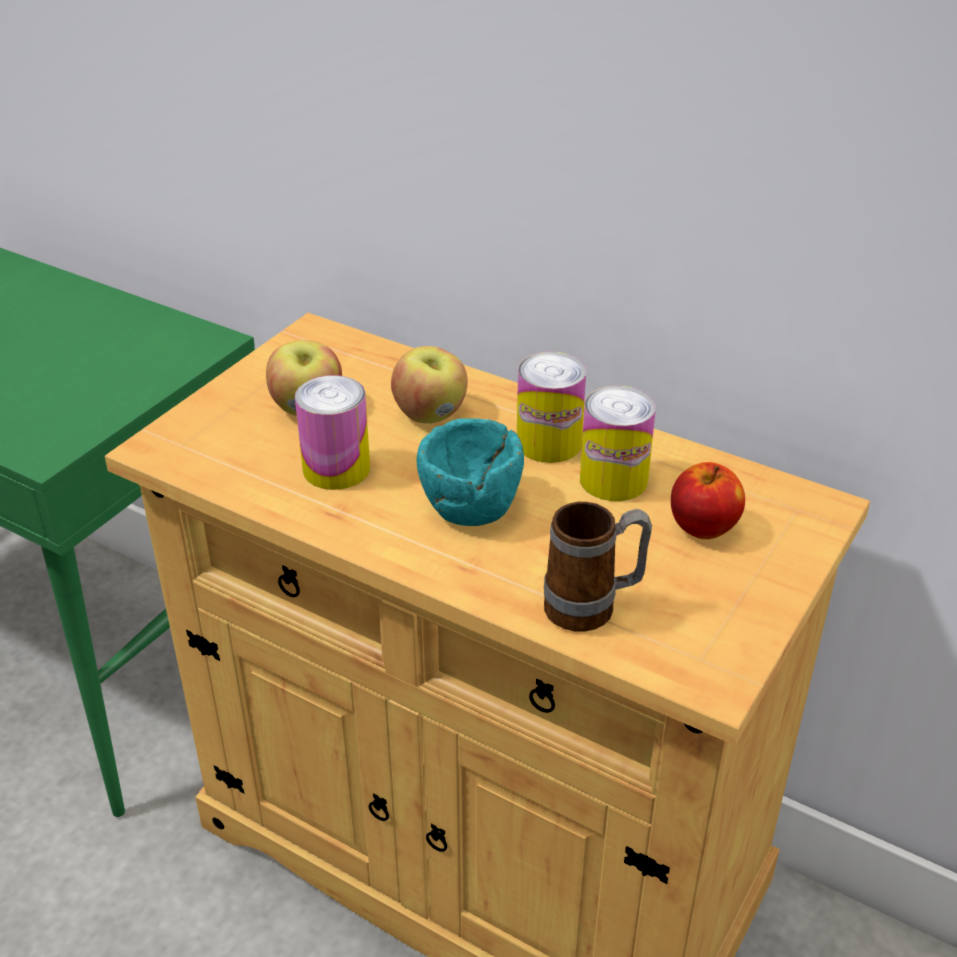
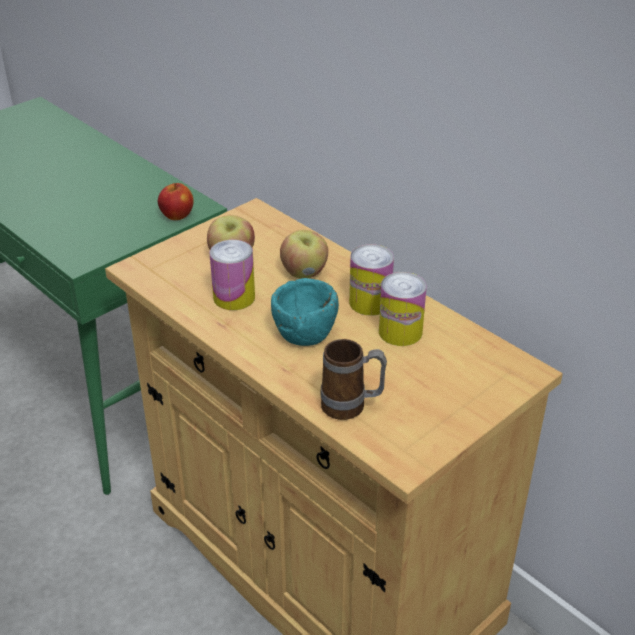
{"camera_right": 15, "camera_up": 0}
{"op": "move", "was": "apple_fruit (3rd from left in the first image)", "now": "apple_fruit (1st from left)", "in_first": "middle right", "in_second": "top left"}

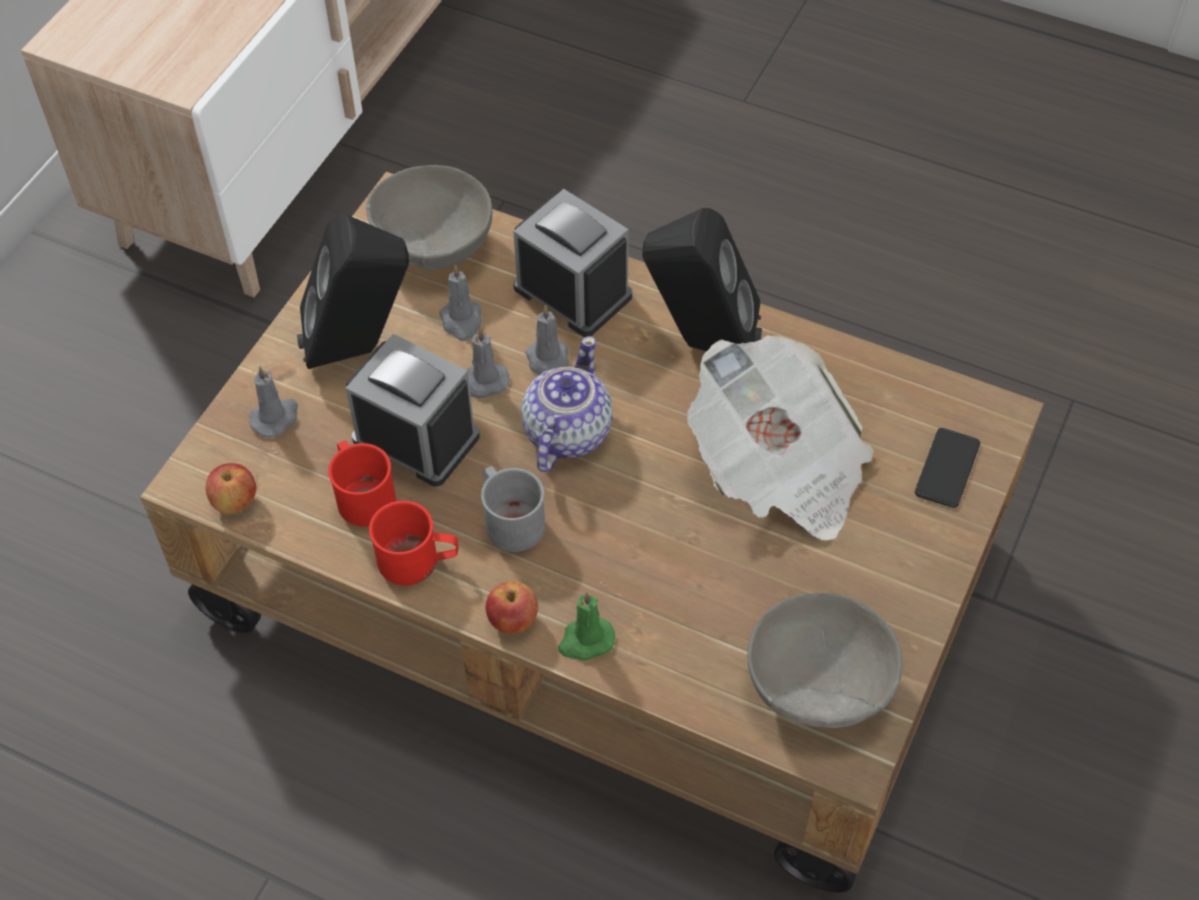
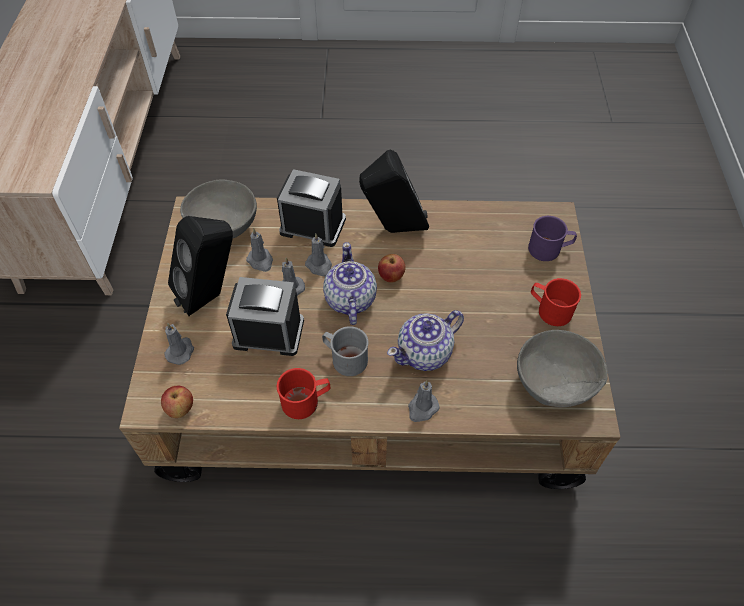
{"camera_right": -25, "camera_up": 0}
{"op": "move", "was": "apple_fruit (2nd from left)", "in_first": "bottom centre", "in_second": "centre"}
{"op": "insert", "now": "tea_pot (2nd from left)", "in_second": "centre"}
{"op": "recolor", "was": "green_wax_light", "now": "grey_wax_light (5th from left)", "in_first": "bottom centre", "in_second": "centre"}
{"op": "replace", "was": "handset", "now": "purple-coloured_coffee_mug", "in_first": "middle right", "in_second": "middle right"}
{"op": "move", "was": "red_coffee_mug (1st from left in the first image)", "now": "red_coffee_mug (2nd from left)", "in_first": "middle left", "in_second": "middle right"}
{"op": "delete", "was": "daily_paper", "in_first": "centre"}

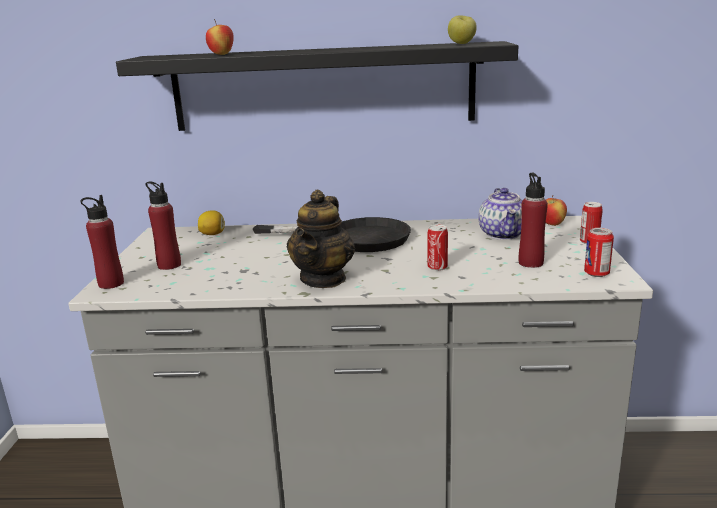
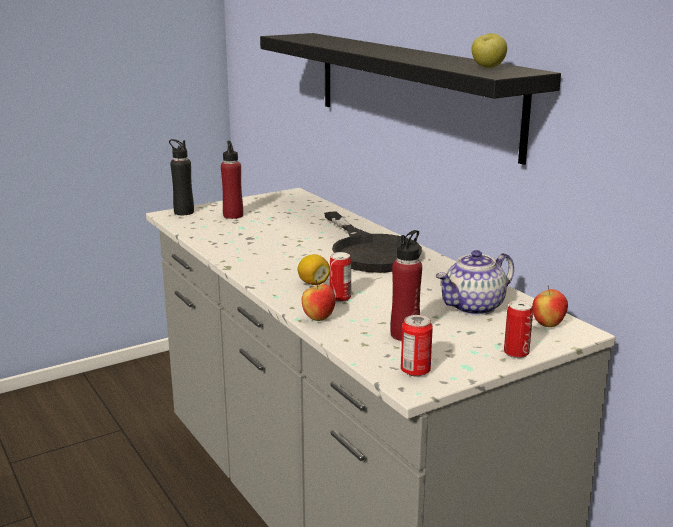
{"camera_right": 55, "camera_up": 0}
{"op": "recolor", "was": "red_drink_bottle (1st from left)", "now": "blackish_drink_bottle", "in_first": "middle left", "in_second": "middle left"}
{"op": "move", "was": "citrus_fruit", "in_first": "middle left", "in_second": "centre"}
{"op": "move", "was": "apple_fruit (1st from left)", "in_first": "top left", "in_second": "centre"}
{"op": "delete", "was": "tea_pot (1st from left)", "in_first": "centre"}

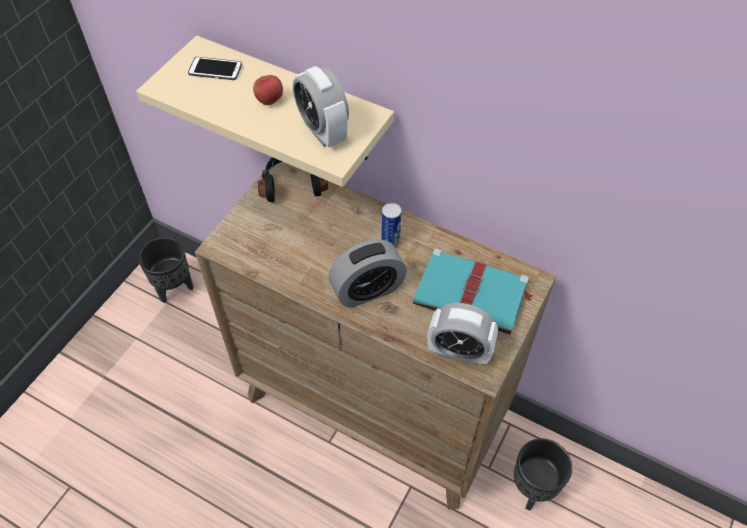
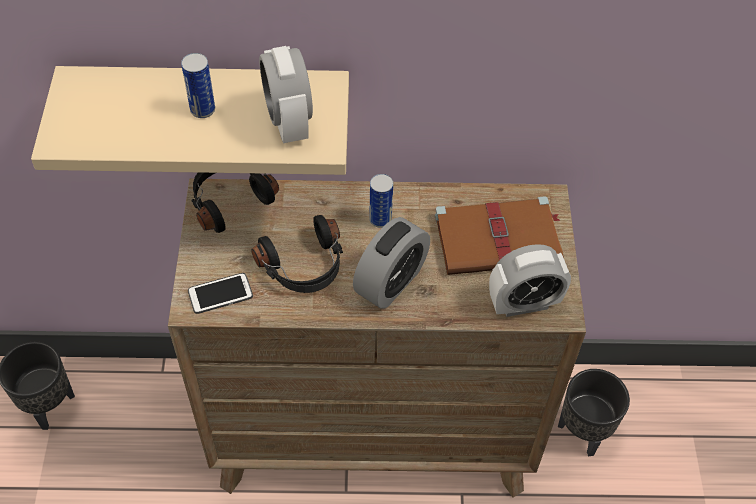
{"camera_right": -30, "camera_up": 0}
{"op": "replace", "was": "apple_fruit", "now": "sealed_can (1st from left)", "in_first": "top centre", "in_second": "top left"}
{"op": "move", "was": "handset", "in_first": "top left", "in_second": "middle left"}
{"op": "insert", "now": "blackish_pair_of_headphones (2nd from left)", "in_second": "centre"}
{"op": "rotate", "was": "table_clock (1st from left)", "in_first": "top centre", "in_second": "top centre", "clockwise": 45}
{"op": "recolor", "was": "turquoise_volume", "now": "brownish_volume", "in_first": "centre", "in_second": "centre"}

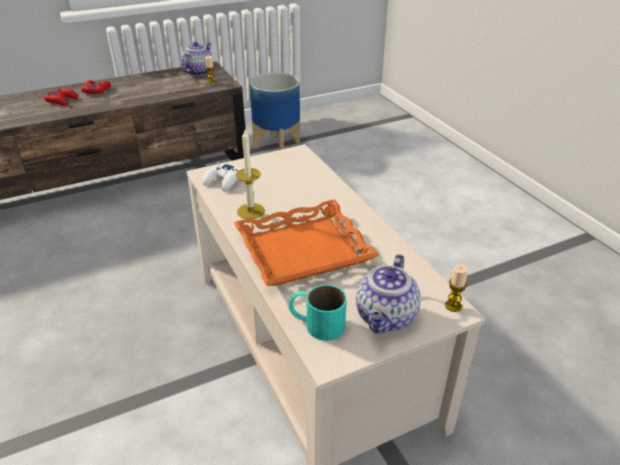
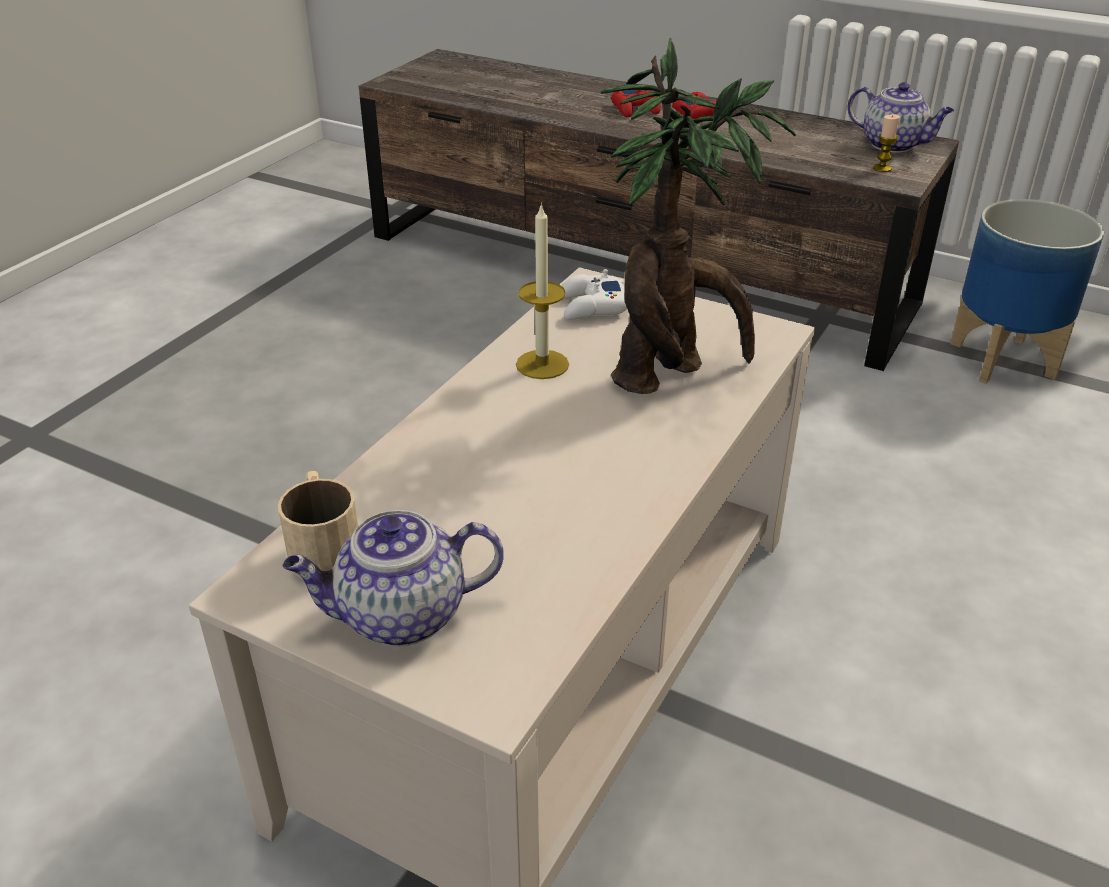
{"camera_right": 55, "camera_up": 0}
{"op": "recolor", "was": "turquoise_coffee_mug", "now": "beige-coloured_coffee_mug", "in_first": "bottom centre", "in_second": "middle left"}
{"op": "insert", "now": "houseplant", "in_second": "top centre"}
{"op": "rotate", "was": "tea_pot (1st from left in the first image)", "in_first": "top left", "in_second": "top right", "clockwise": 45}
{"op": "delete", "was": "orange-coloured_carrying_tray", "in_first": "centre"}
{"op": "delete", "was": "wax_light (3rd from left)", "in_first": "middle right"}

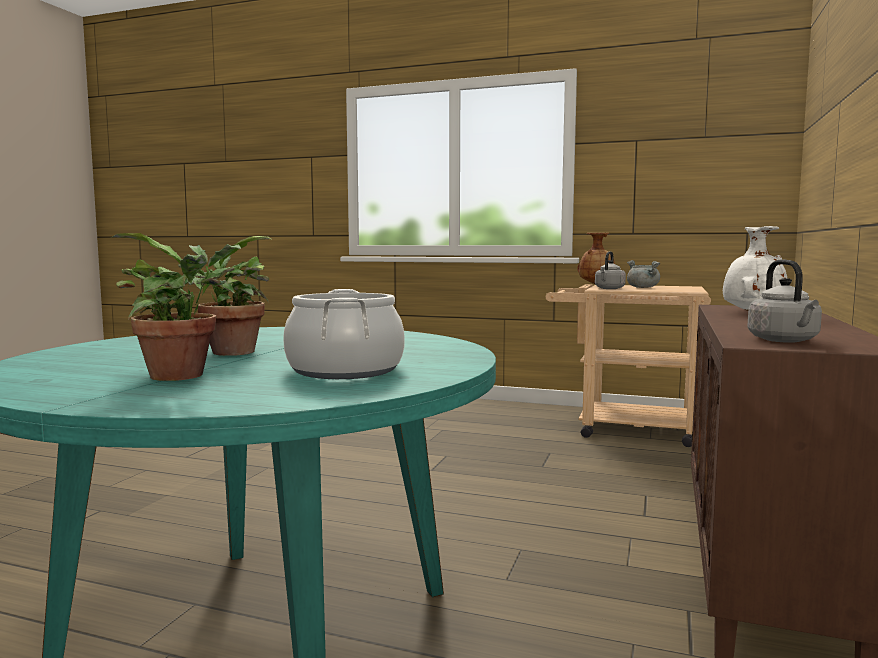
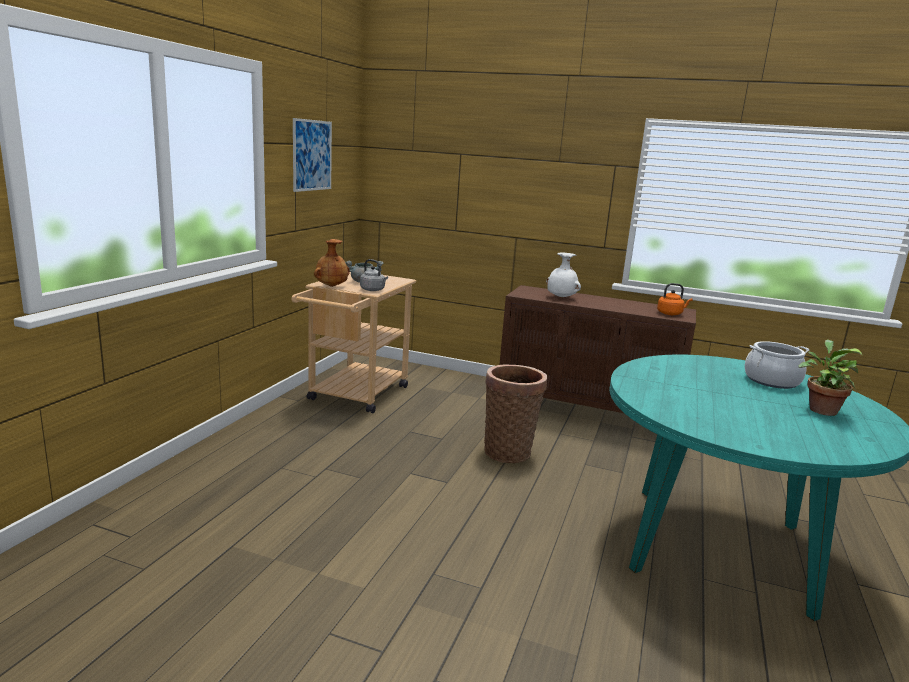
{"camera_right": -90, "camera_up": 10}
{"op": "insert", "now": "wall_art", "in_second": "top centre"}
{"op": "insert", "now": "household_basket", "in_second": "centre"}
{"op": "recolor", "was": "grey_kettle (2nd from left)", "now": "orange-coloured_kettle", "in_first": "middle right", "in_second": "middle right"}
{"op": "delete", "was": "houseplant (2nd from left)", "in_first": "middle left"}

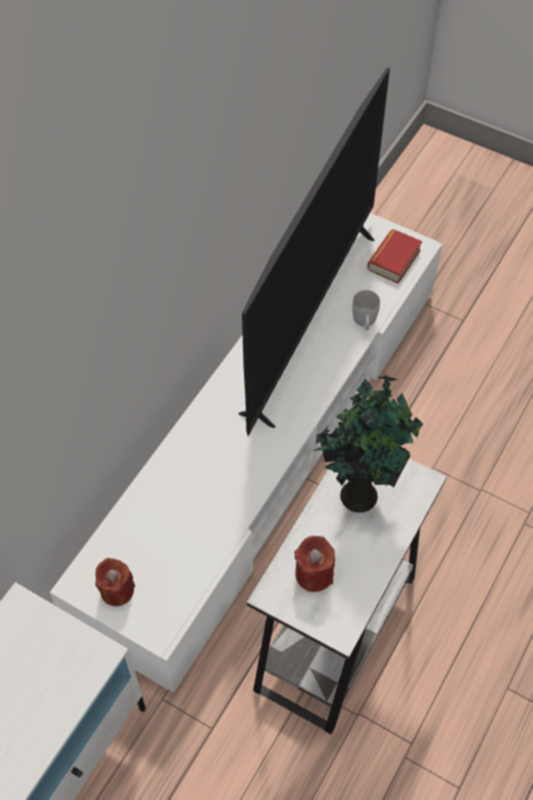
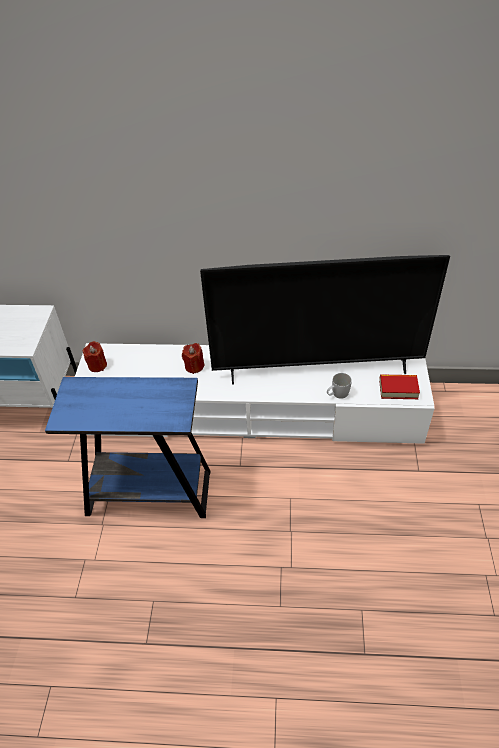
{"camera_right": 65, "camera_up": -10}
{"op": "recolor", "was": "whitish_side_table", "now": "blue_side_table", "in_first": "bottom centre", "in_second": "middle left"}
{"op": "move", "was": "red_wax_light (2nd from left)", "in_first": "bottom centre", "in_second": "centre"}
{"op": "delete", "was": "houseplant", "in_first": "middle right"}

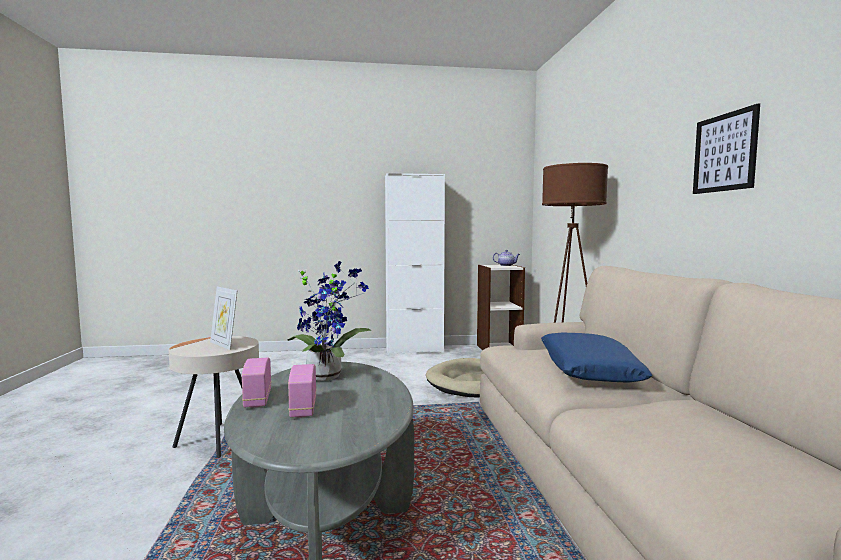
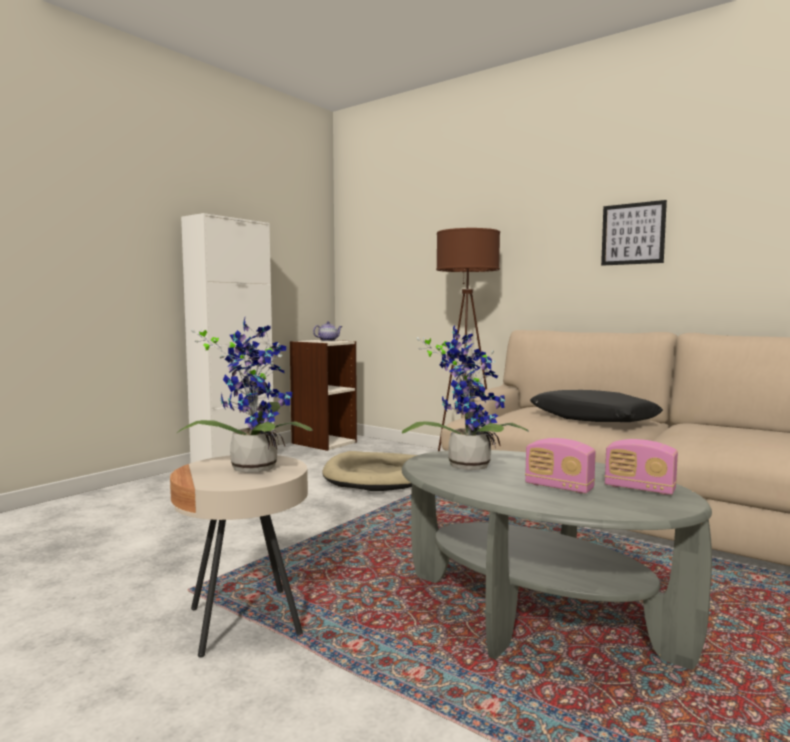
{"camera_right": -45, "camera_up": 0}
{"op": "replace", "was": "photo_frame", "now": "houseplant (1st from left)", "in_first": "middle left", "in_second": "middle left"}
{"op": "recolor", "was": "blue_throw_pillow", "now": "blackish_throw_pillow", "in_first": "middle right", "in_second": "middle right"}
{"op": "move", "was": "radio_set (1st from left in the first image)", "now": "radio_set (2nd from left)", "in_first": "bottom left", "in_second": "middle right"}

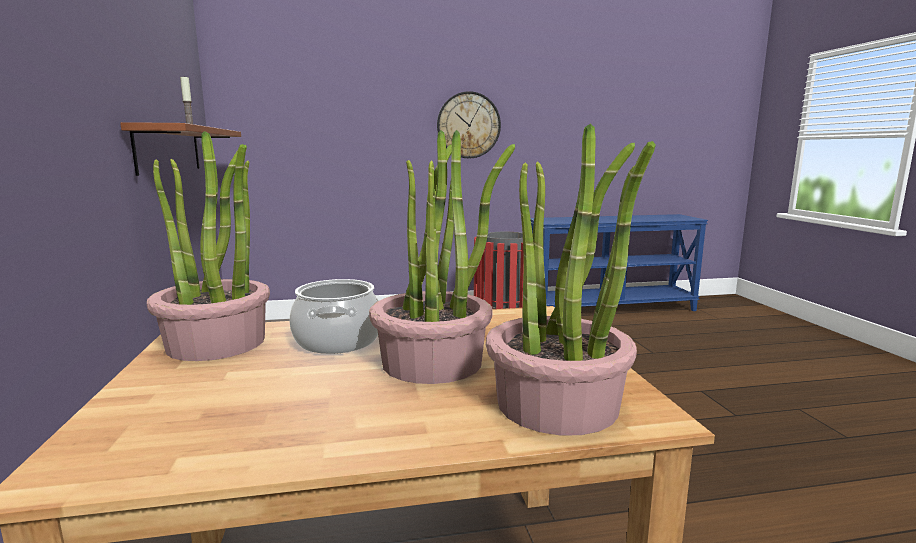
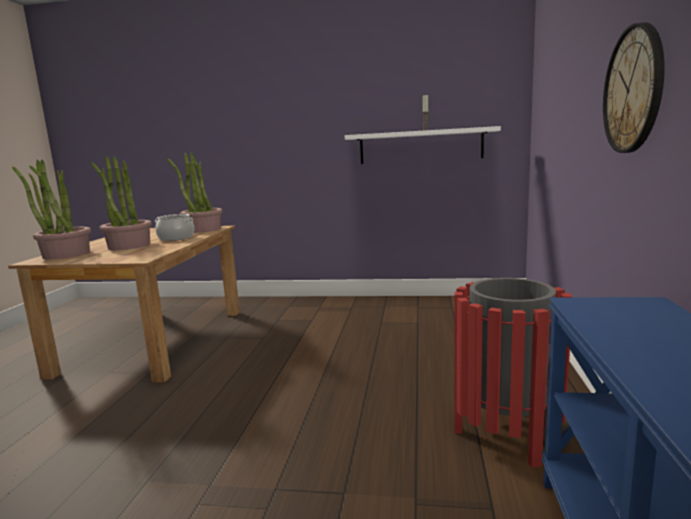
{"camera_right": 110, "camera_up": 0}
{"op": "recolor", "was": "brownish_bracket_shelf", "now": "whitish_bracket_shelf", "in_first": "top left", "in_second": "top centre"}

